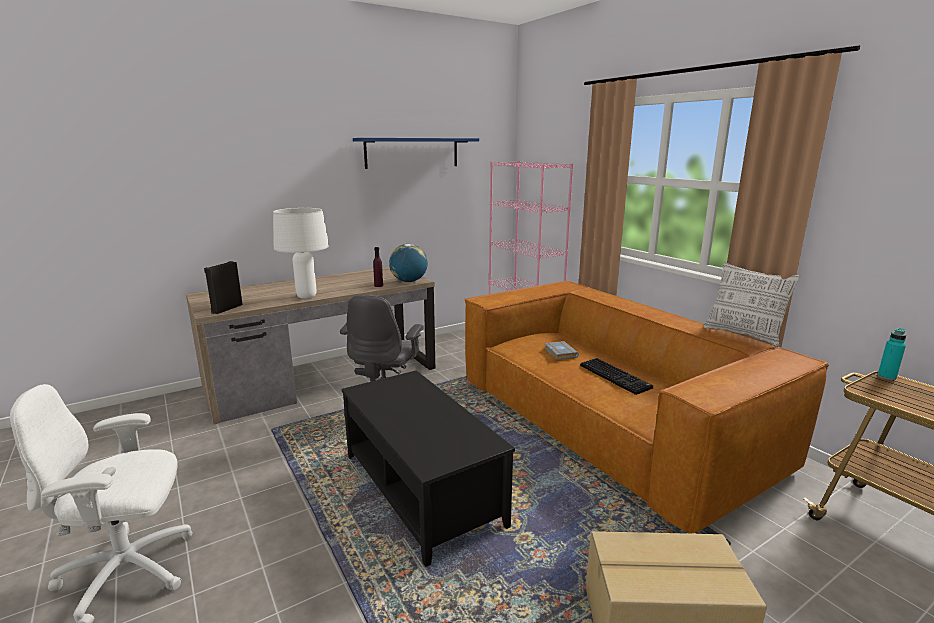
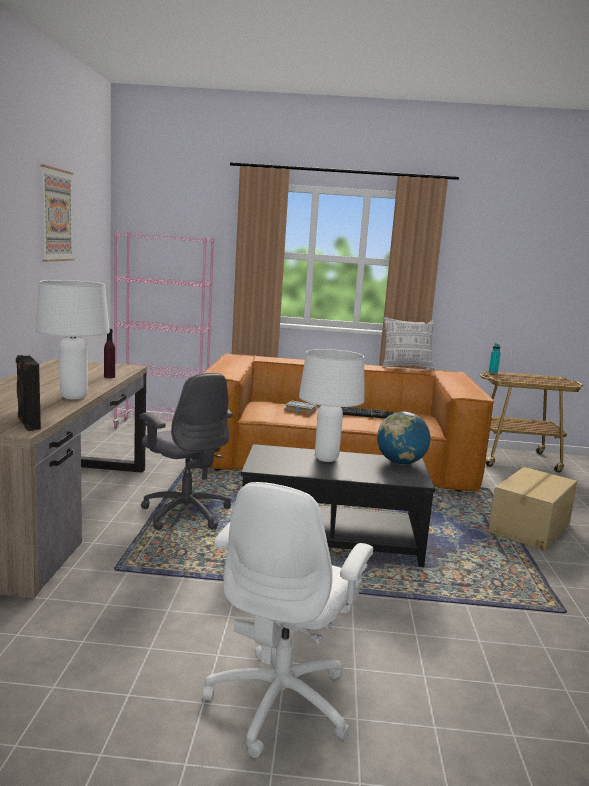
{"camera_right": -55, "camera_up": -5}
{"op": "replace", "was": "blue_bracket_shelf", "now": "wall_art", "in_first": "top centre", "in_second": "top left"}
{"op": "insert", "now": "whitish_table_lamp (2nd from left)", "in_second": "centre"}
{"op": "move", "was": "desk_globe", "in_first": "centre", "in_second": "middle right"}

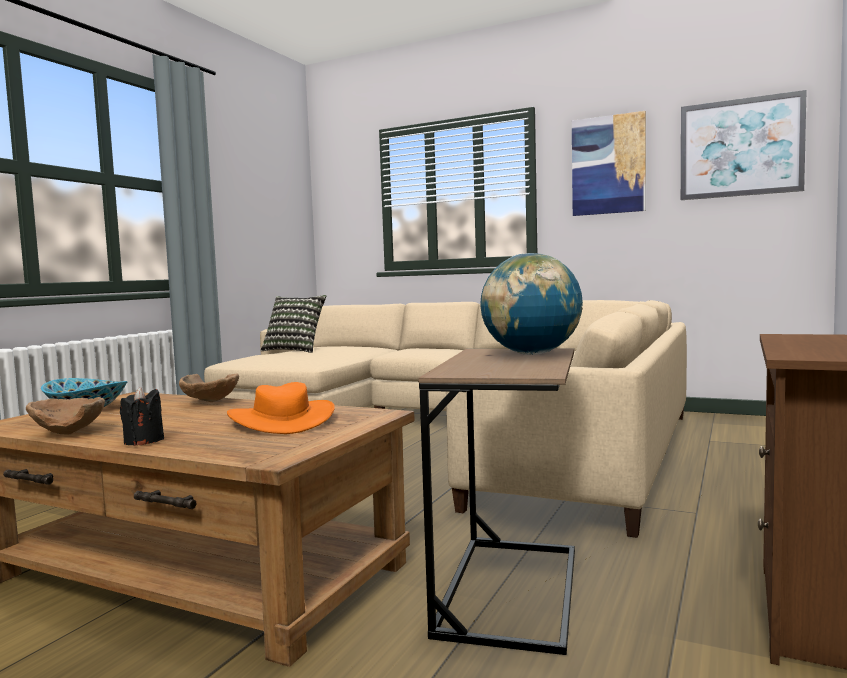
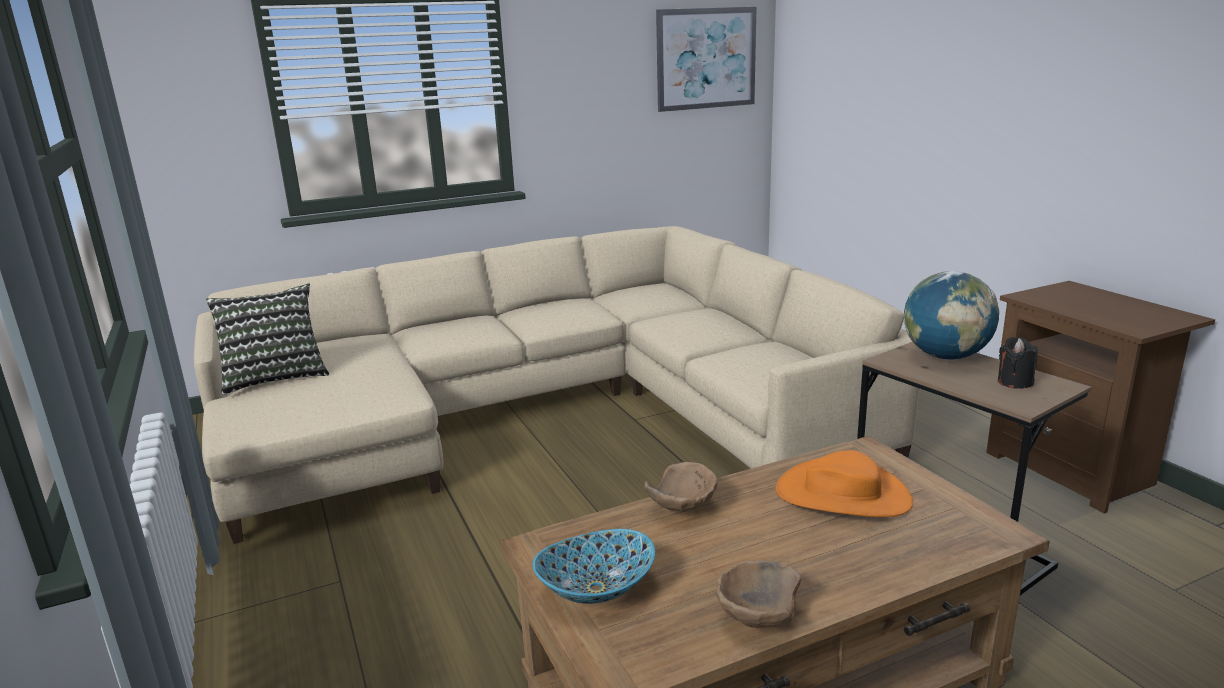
{"camera_right": -50, "camera_up": 15}
{"op": "move", "was": "blackish_wax_light", "in_first": "middle left", "in_second": "middle right"}
{"op": "delete", "was": "wall_art (1st from left)", "in_first": "top right"}

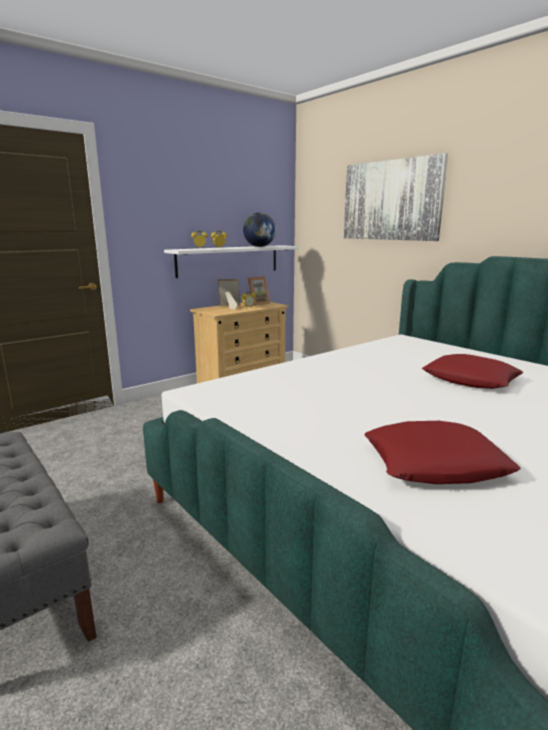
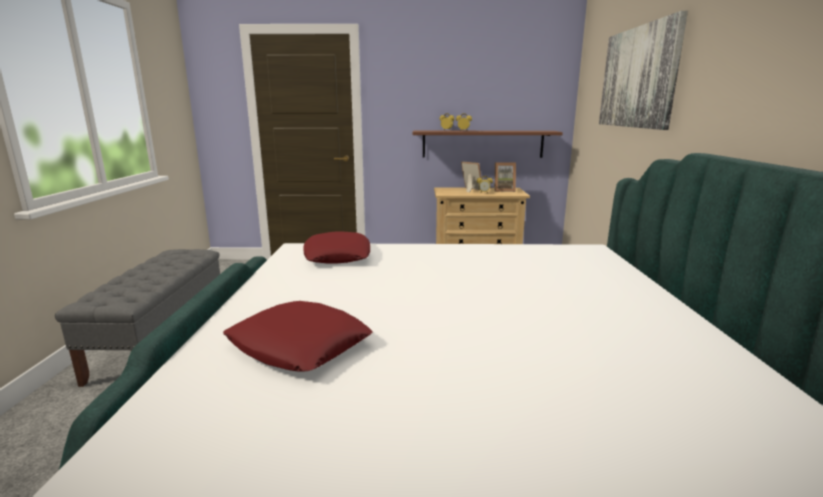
{"camera_right": 40, "camera_up": 0}
{"op": "move", "was": "red_throw_pillow (2nd from left)", "in_first": "middle right", "in_second": "centre"}
{"op": "recolor", "was": "whitish_bracket_shelf", "now": "brownish_bracket_shelf", "in_first": "centre", "in_second": "top centre"}
{"op": "delete", "was": "desk_globe", "in_first": "top centre"}

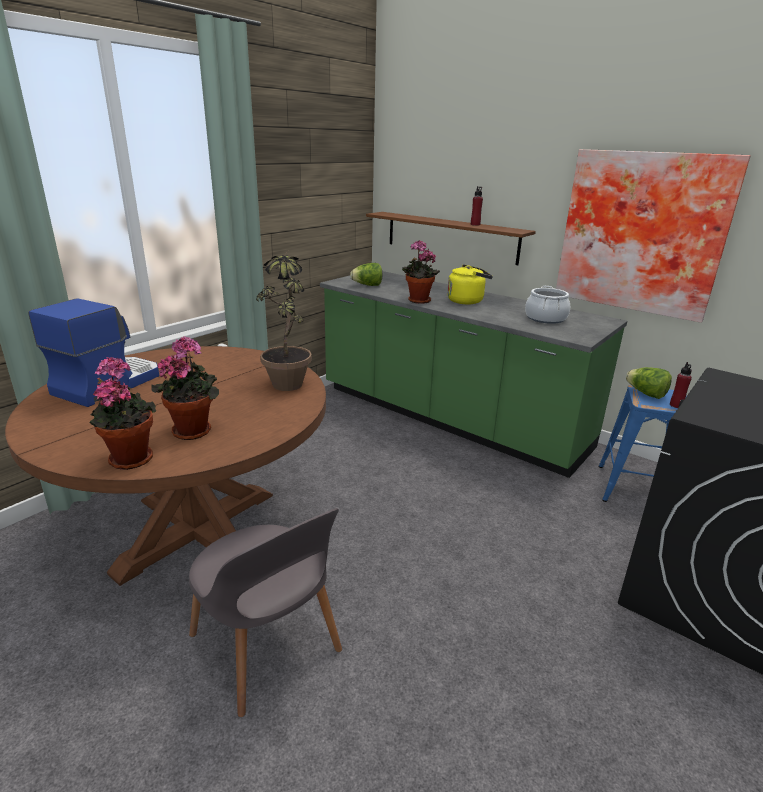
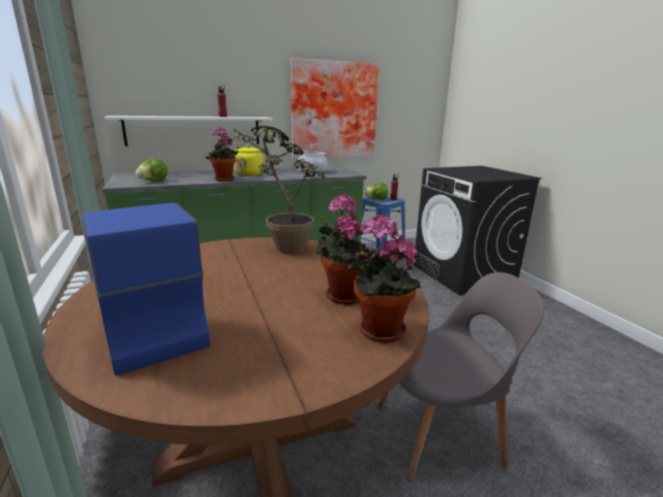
{"camera_right": -60, "camera_up": -5}
{"op": "recolor", "was": "brownish_bracket_shelf", "now": "whitish_bracket_shelf", "in_first": "top centre", "in_second": "top left"}

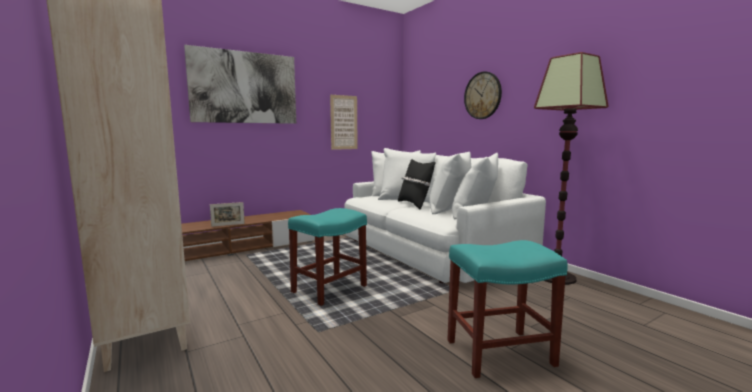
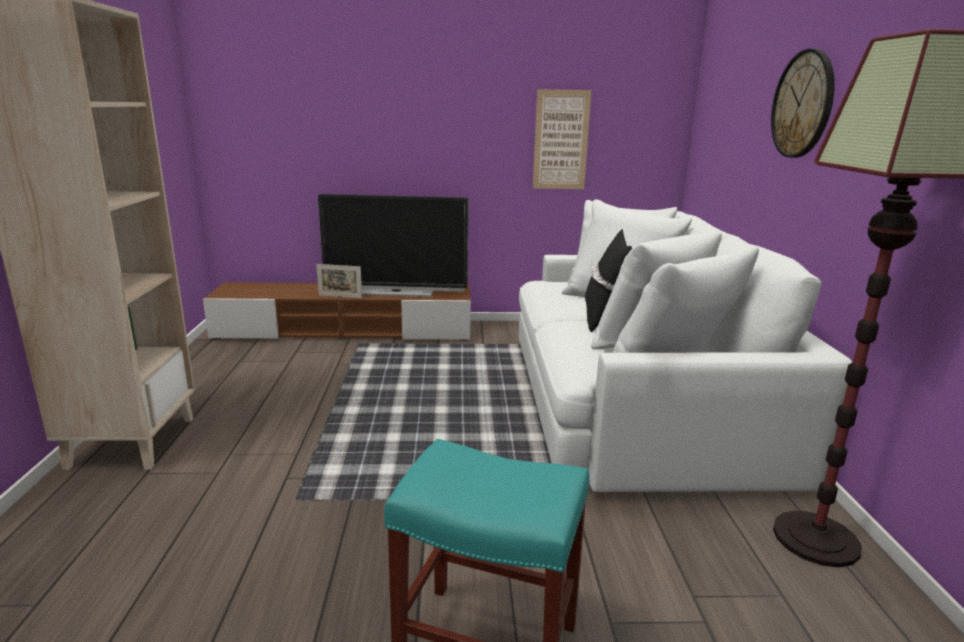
{"camera_right": 30, "camera_up": 10}
{"op": "insert", "now": "TV", "in_second": "centre"}
{"op": "delete", "was": "wall_art (1st from left)", "in_first": "top left"}
{"op": "delete", "was": "turquoise_stool (1st from left)", "in_first": "centre"}

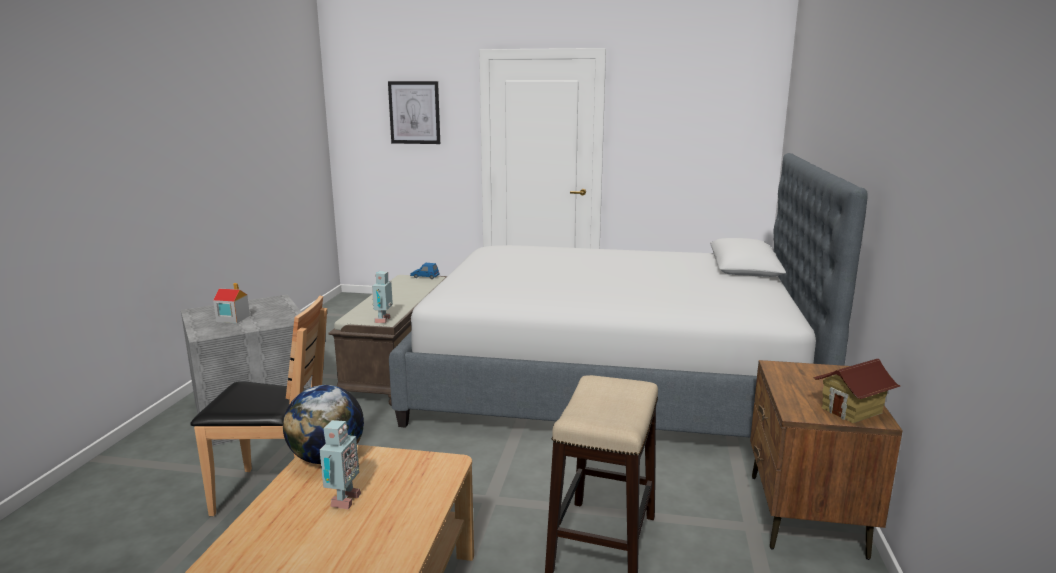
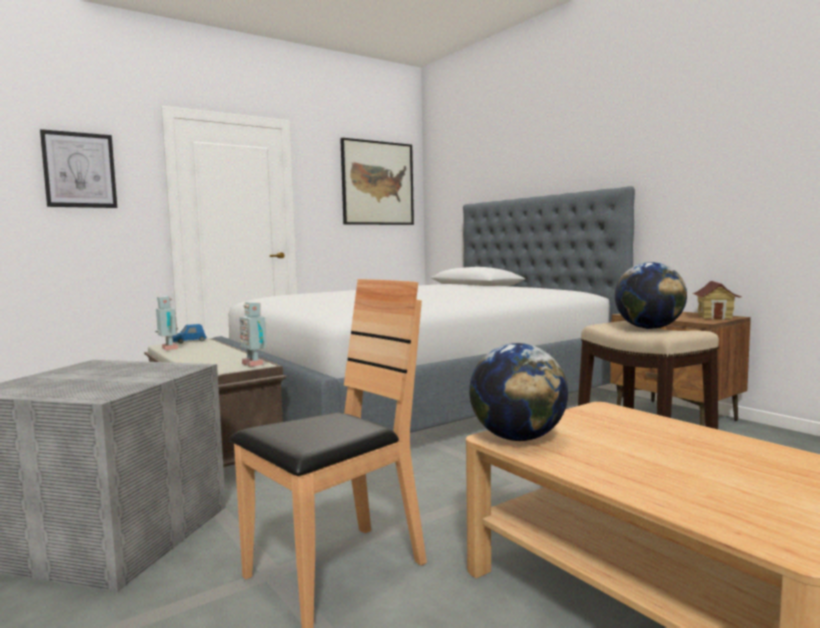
{"camera_right": -45, "camera_up": -10}
{"op": "move", "was": "model_robot (1st from left)", "in_first": "bottom left", "in_second": "middle left"}
{"op": "insert", "now": "wall_art (2nd from left)", "in_second": "top centre"}
{"op": "insert", "now": "desk_globe (2nd from left)", "in_second": "middle right"}
{"op": "delete", "was": "toy_house (1st from left)", "in_first": "middle left"}

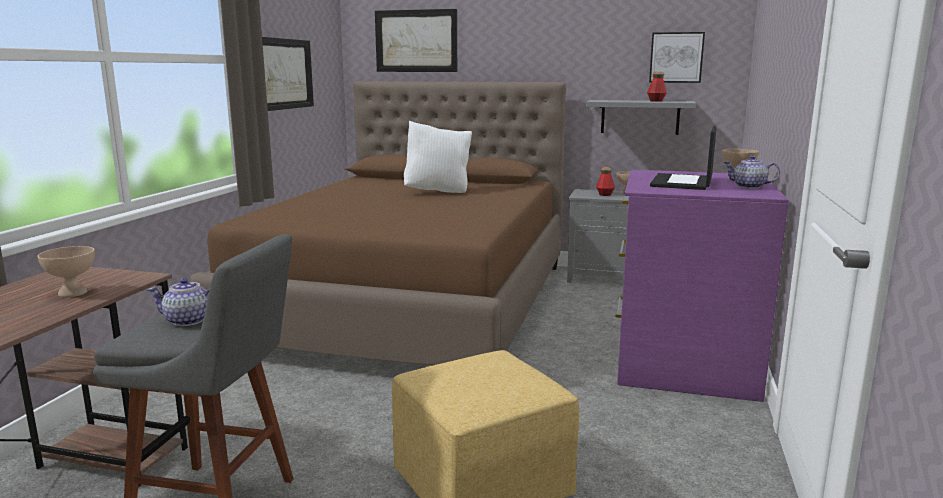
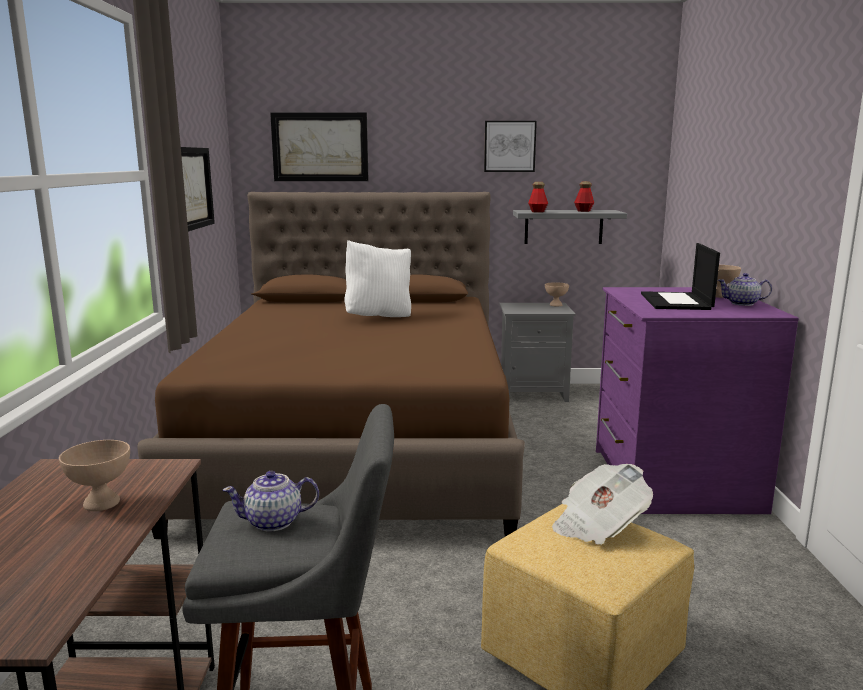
{"camera_right": -15, "camera_up": 0}
{"op": "move", "was": "wall_art (3rd from left)", "in_first": "top right", "in_second": "top centre"}
{"op": "move", "was": "drink_bottle (1st from left)", "in_first": "centre", "in_second": "top centre"}
{"op": "insert", "now": "daily_paper", "in_second": "bottom right"}

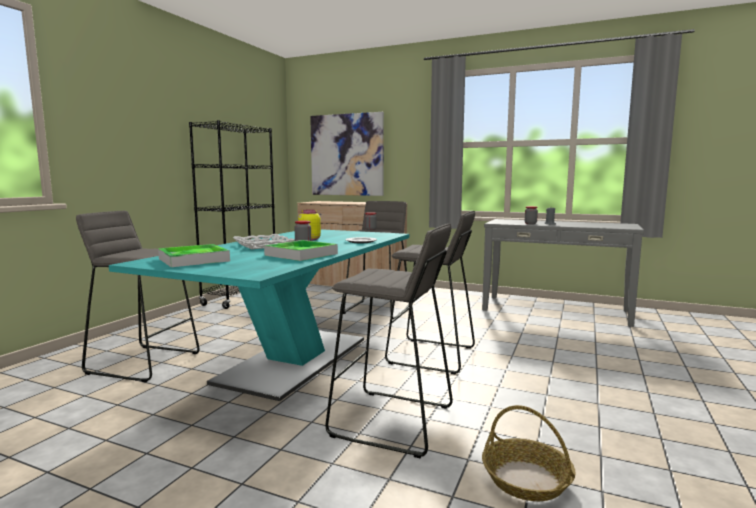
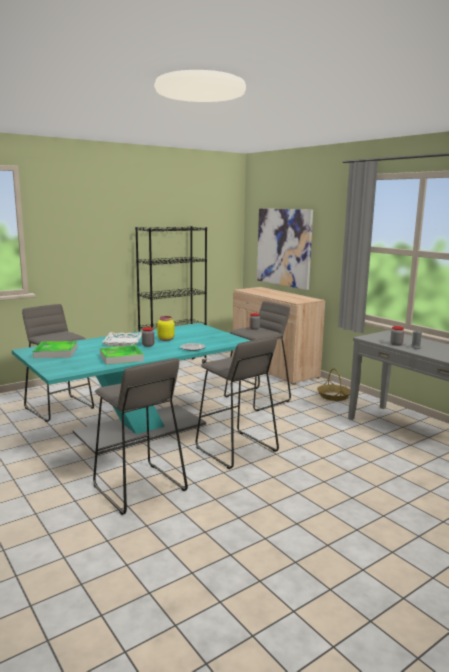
{"camera_right": 30, "camera_up": 5}
{"op": "move", "was": "household_basket", "in_first": "bottom right", "in_second": "middle right"}

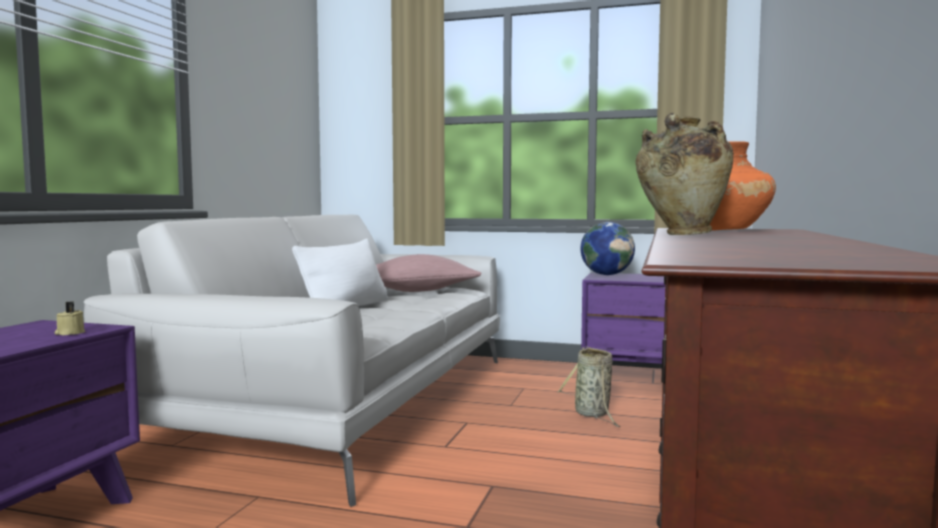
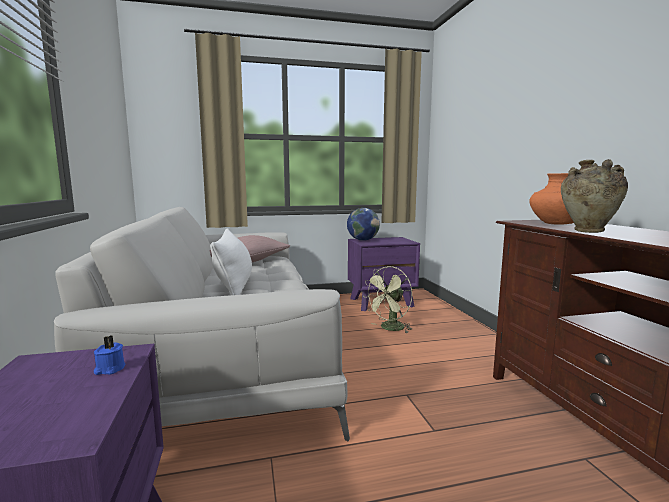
{"camera_right": -30, "camera_up": 5}
{"op": "recolor", "was": "beige-coloured_wax_light", "now": "blue_wax_light", "in_first": "middle left", "in_second": "bottom left"}
{"op": "replace", "was": "household_basket", "now": "green_electric_fan", "in_first": "bottom centre", "in_second": "centre"}

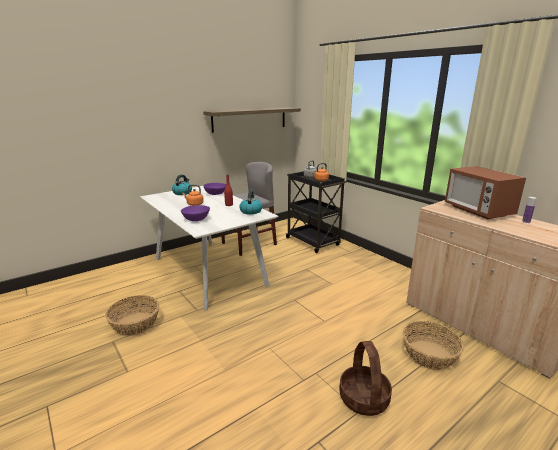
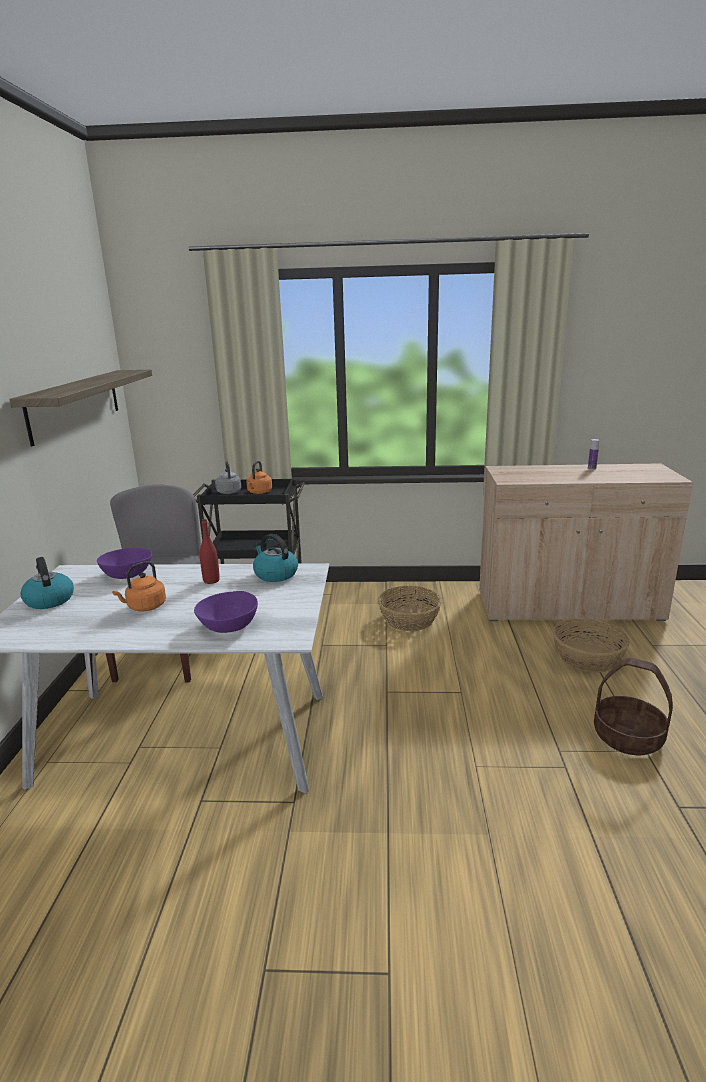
{"camera_right": -50, "camera_up": 0}
{"op": "move", "was": "household_basket (1st from left)", "in_first": "bottom left", "in_second": "centre"}
{"op": "delete", "was": "kitchen_microwave", "in_first": "middle right"}

